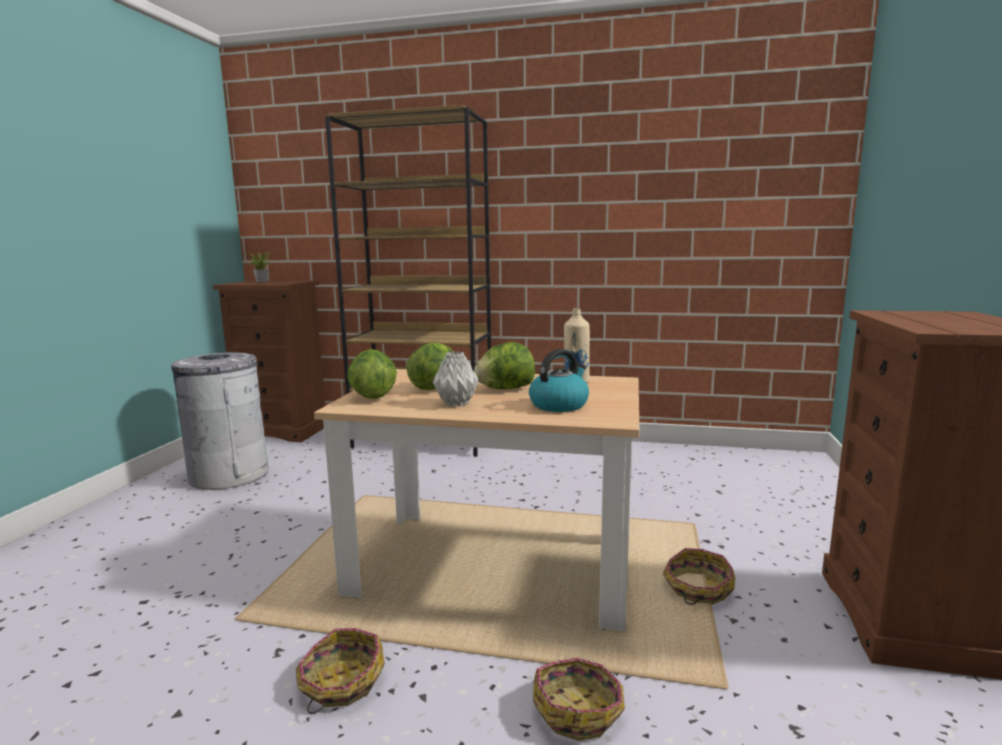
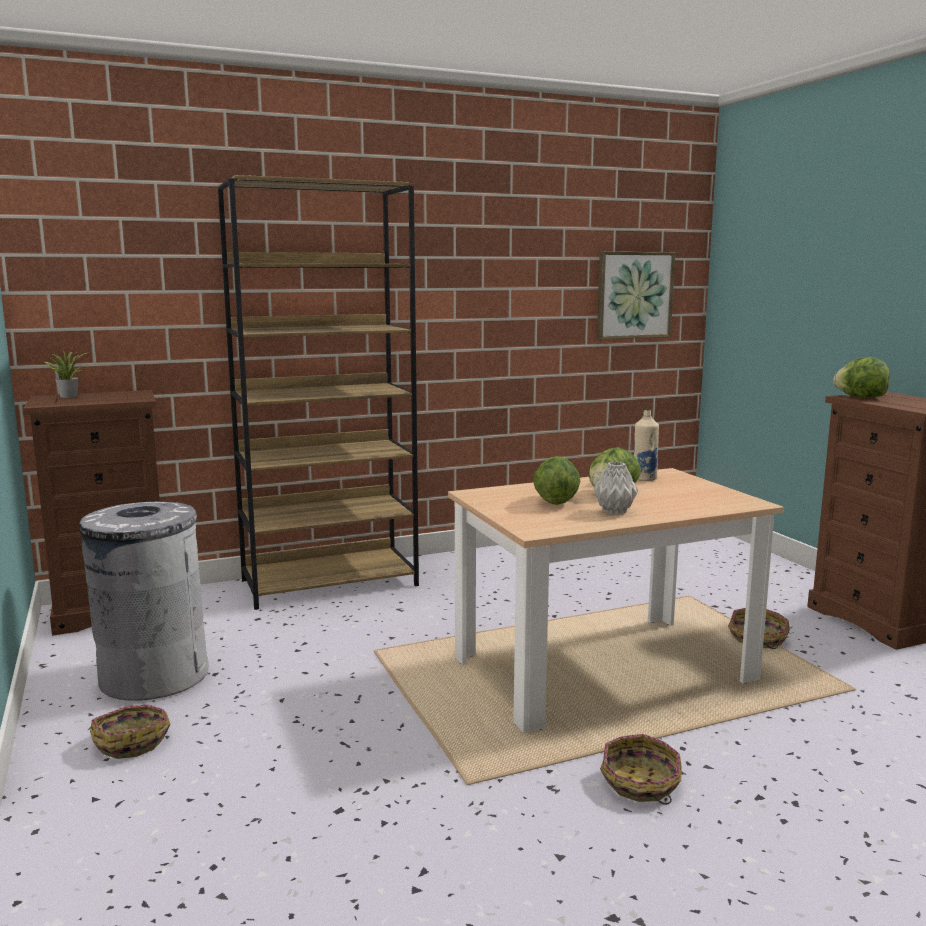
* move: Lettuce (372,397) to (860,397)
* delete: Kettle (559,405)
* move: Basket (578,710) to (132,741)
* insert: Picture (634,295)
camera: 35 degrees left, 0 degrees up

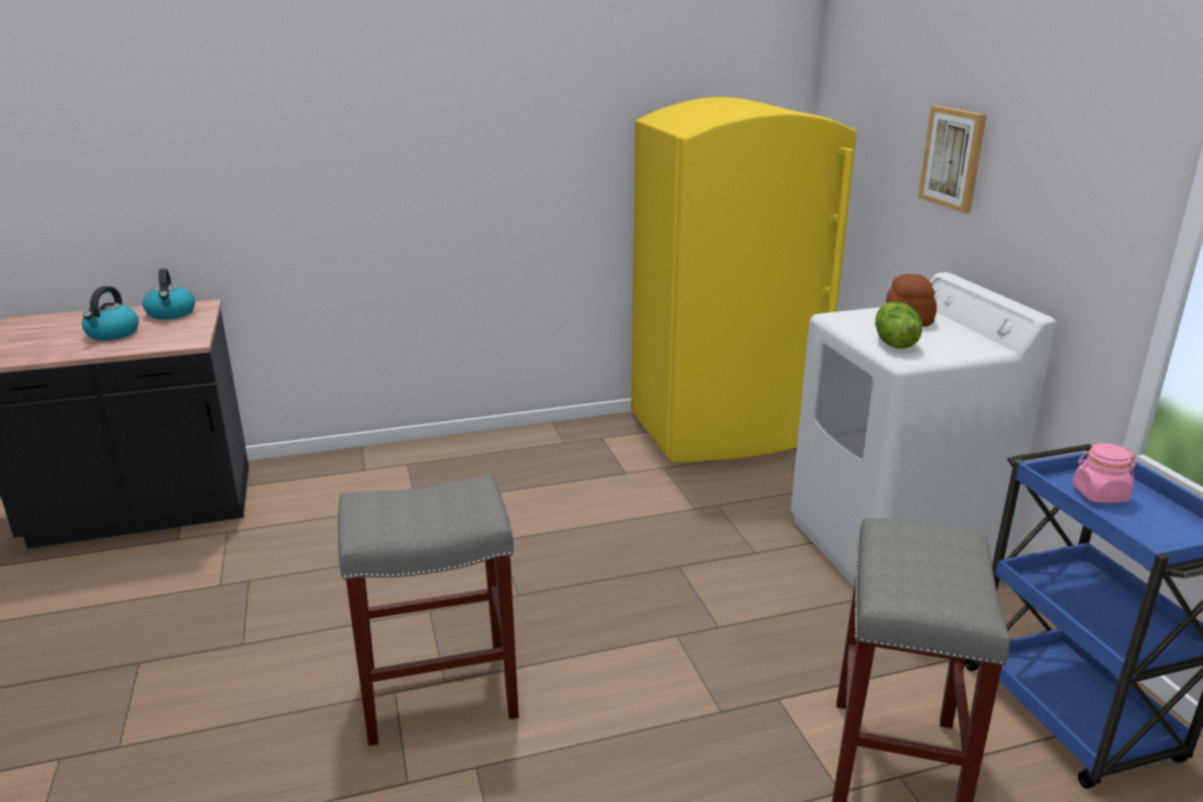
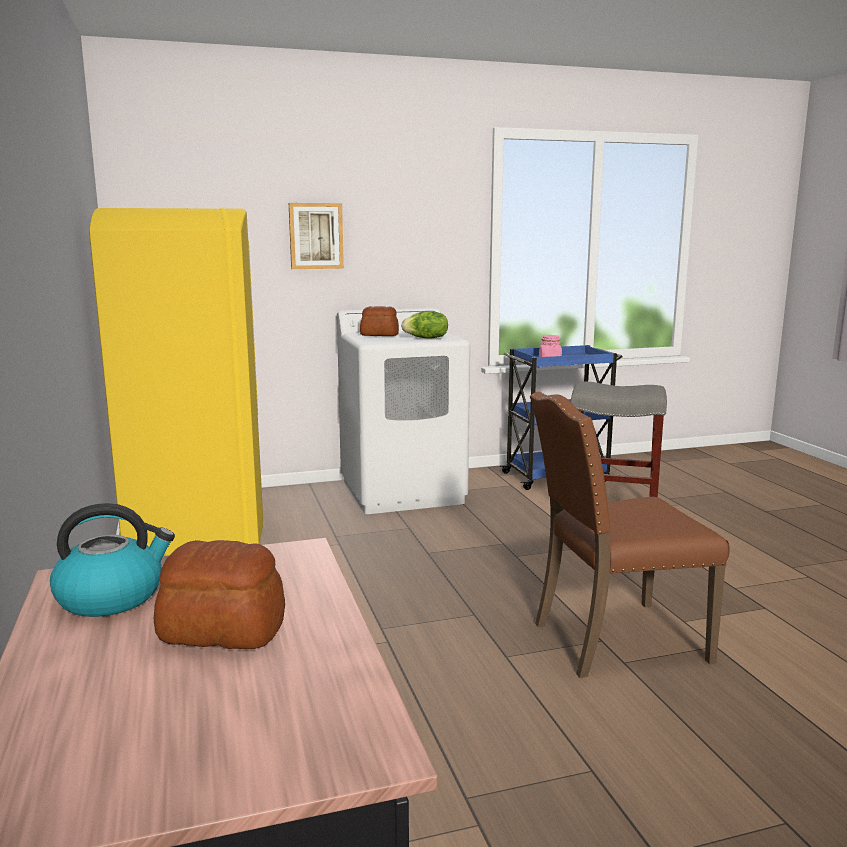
* replace: Kettle (112,334) to Bread (222,629)
* replace: GreyStool (441,692) to BrownChair (614,640)
camera: 90 degrees left, 10 degrees down

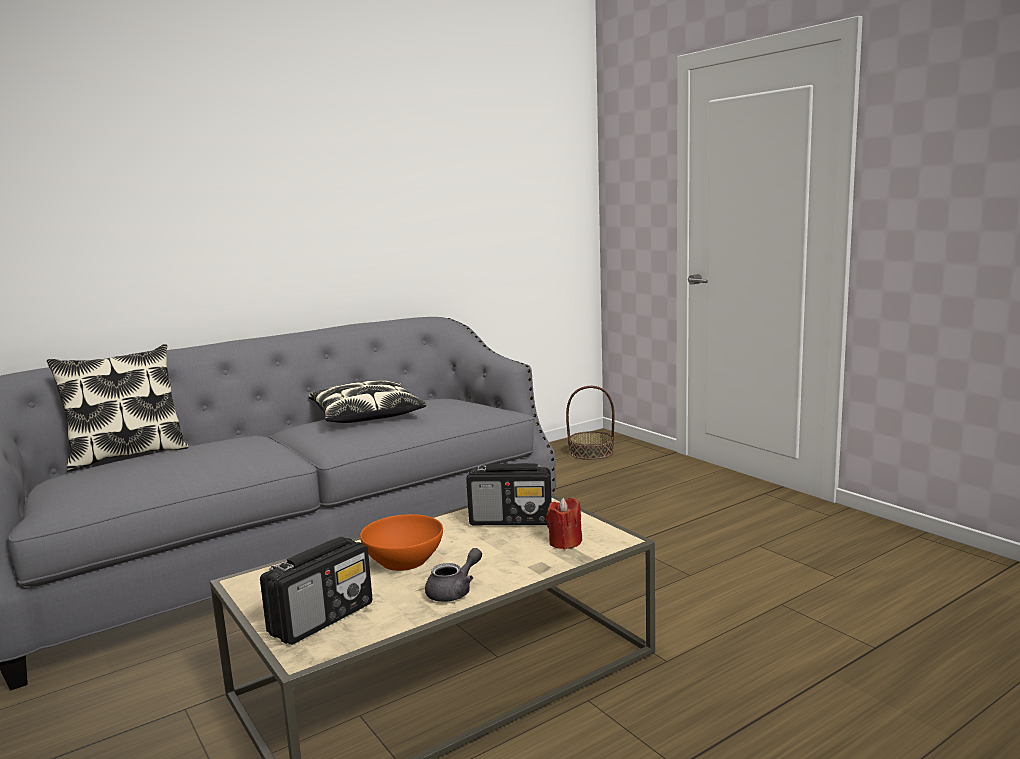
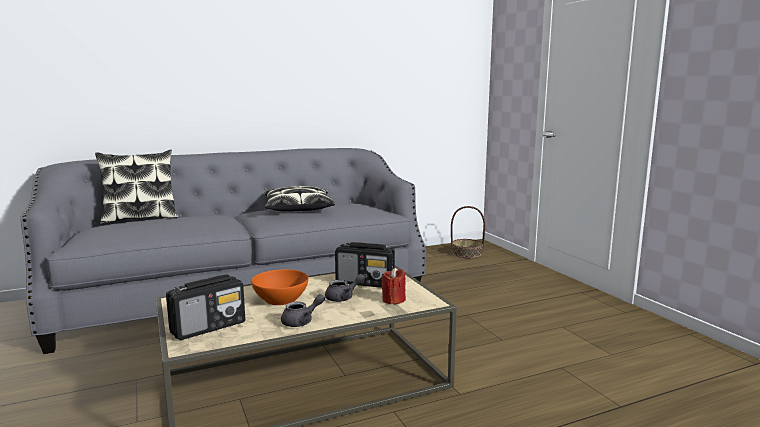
* insert: GreyTeapot (343,298)
camera: 10 degrees right, 0 degrees up

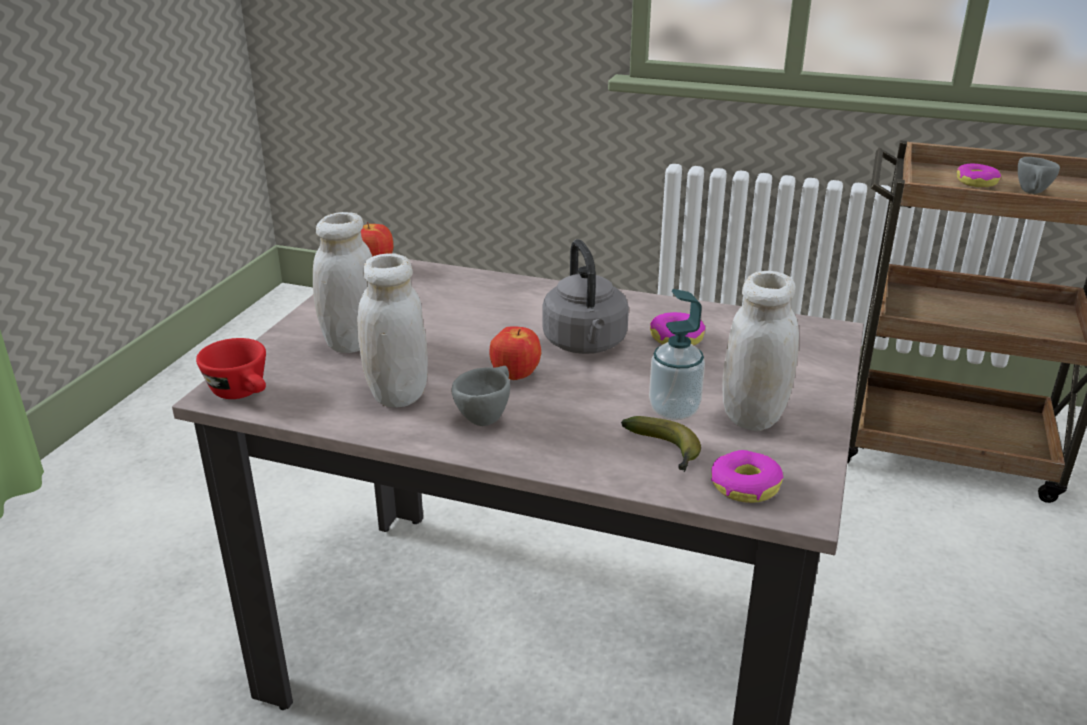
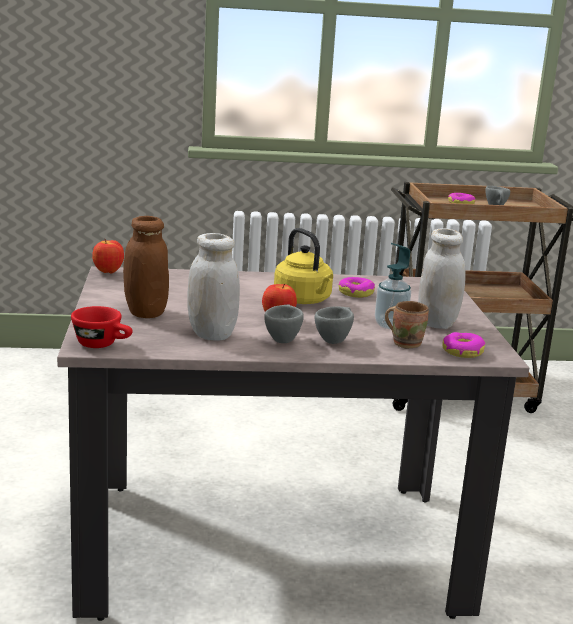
* recolor: WhiteJar (351,342) to BrownJar (146,313)
* recolor: GreyKettle (586,344) to YellowKettle (304,301)
* replace: Banana (666,452) to BrownMug (405,343)
* insert: GreyCup (334,340)
camera: 25 degrees left, 10 degrees down

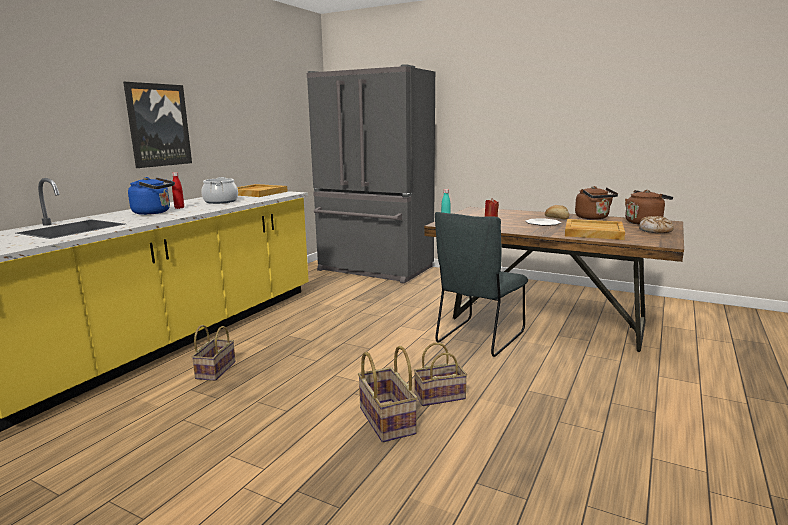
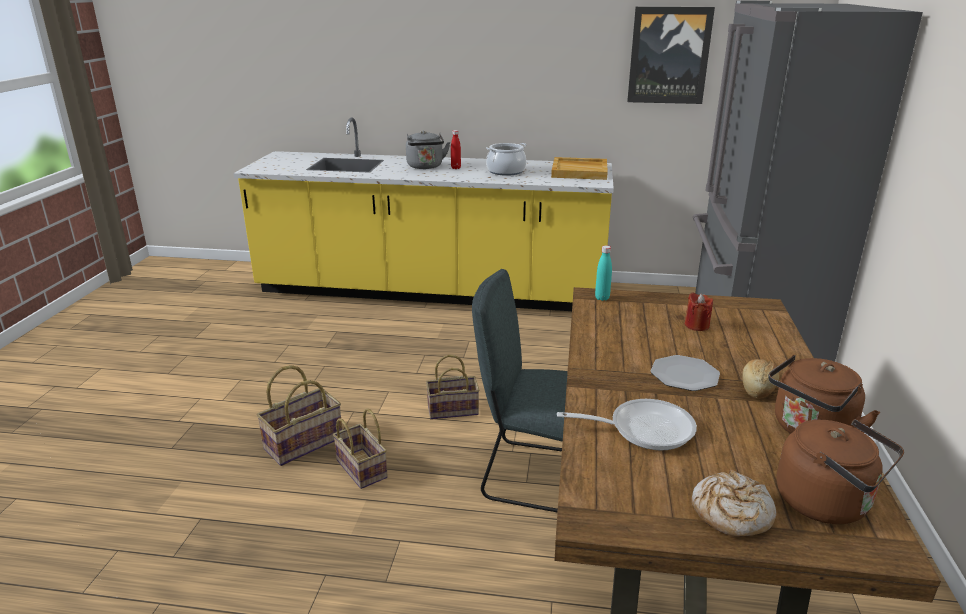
* move: Picture (158,125) to (669,55)
* recolor: BlueKettle (154,212) to GreyKettle (425,167)
* move: Basket (215,369) to (454,409)
* replace: BeigeTray (593,232) to FryingPan (643,429)
camera: 70 degrees right, 10 degrees up

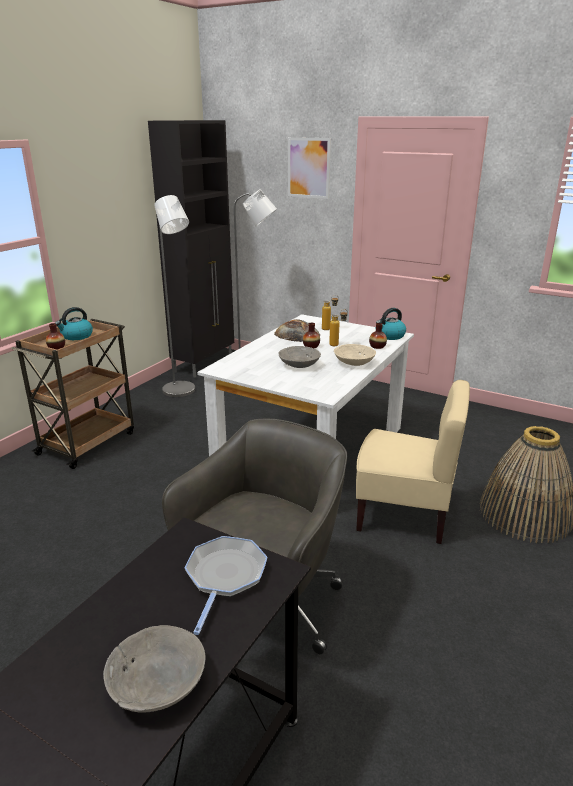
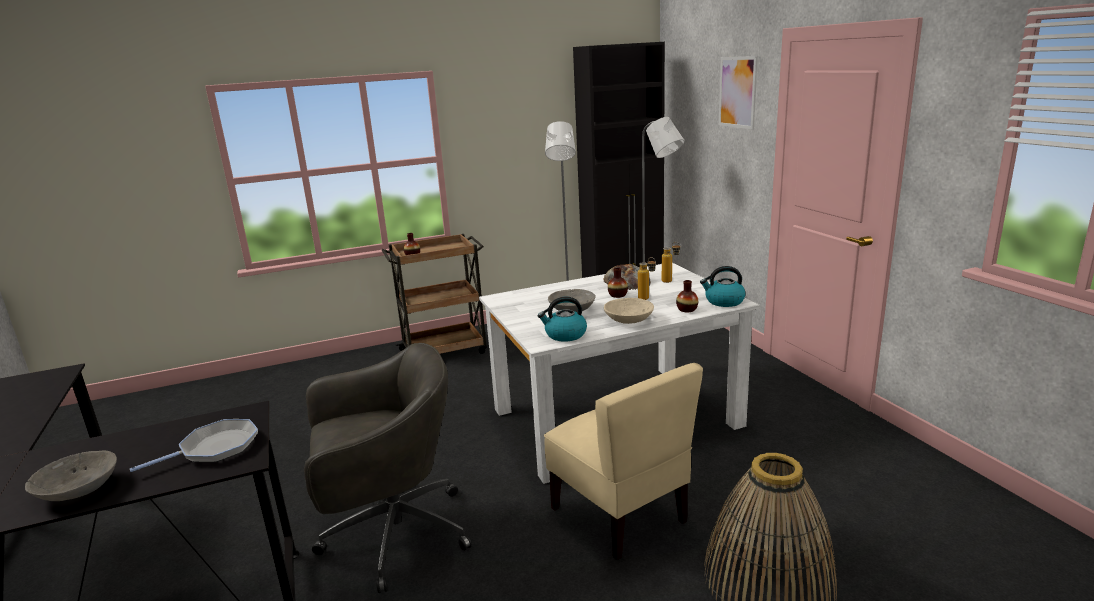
* move: Kettle (76,336) to (565,335)
camera: 40 degrees right, 5 degrees down

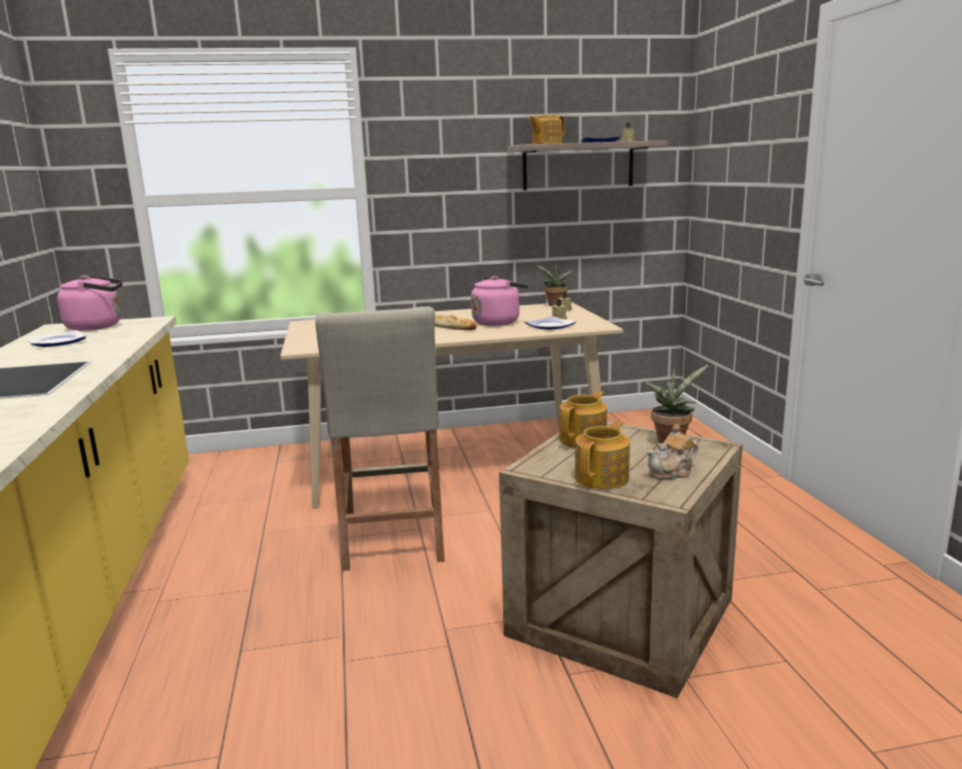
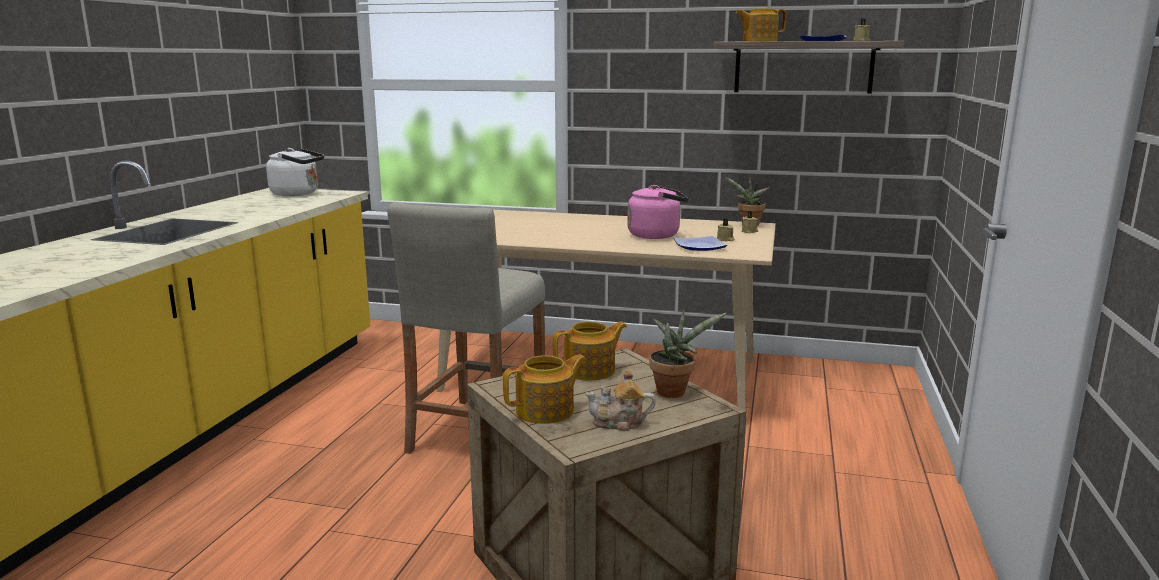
* delete: Plate (57,343)
* recolor: PinkKettle (98,326) to WhiteKettle (298,194)
* delete: Bread (451,327)
camera: 25 degrees right, 0 degrees up

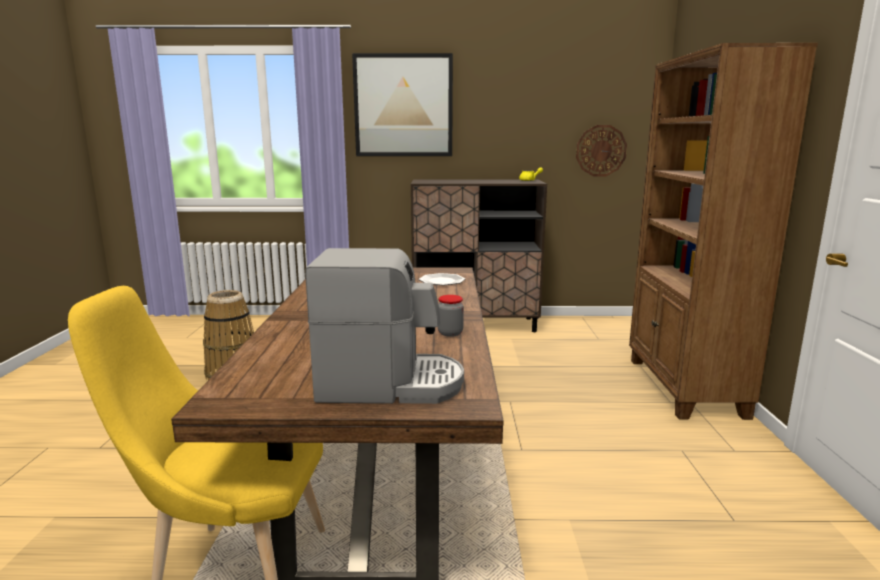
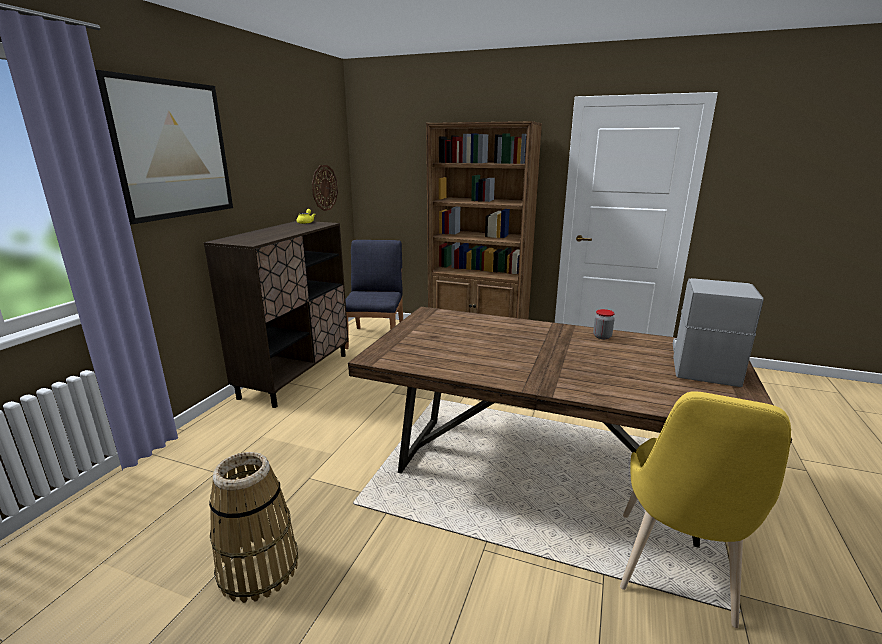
* delete: Plate (442,281)
* insert: BlueChair (376,338)
camera: 70 degrees left, 5 degrees up

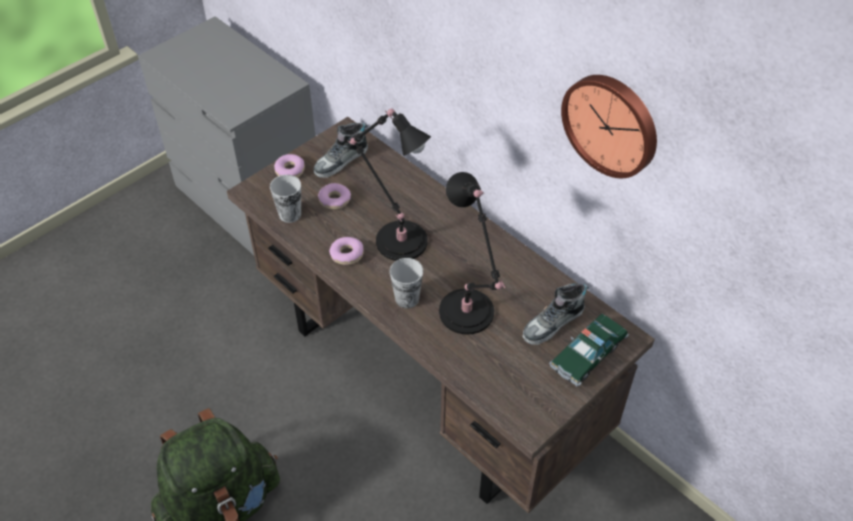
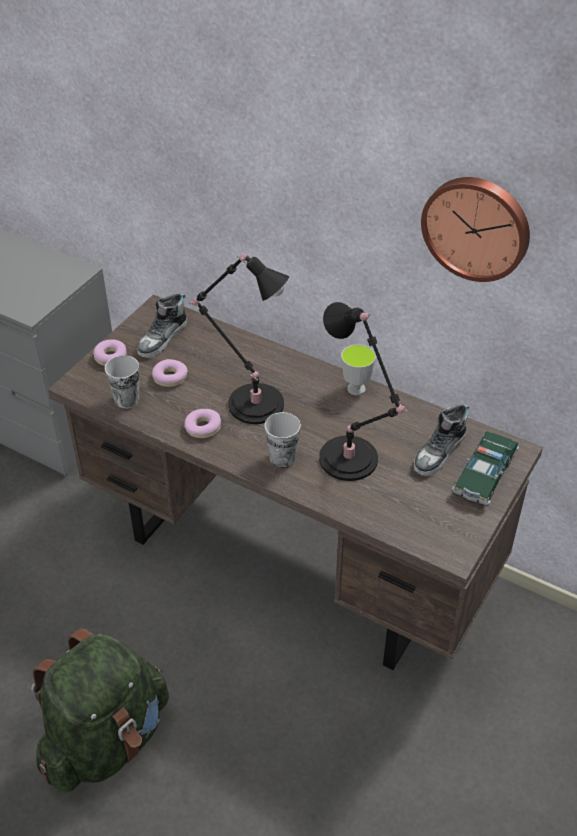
* insert: Cup (356,389)
camera: 15 degrees left, 5 degrees down

